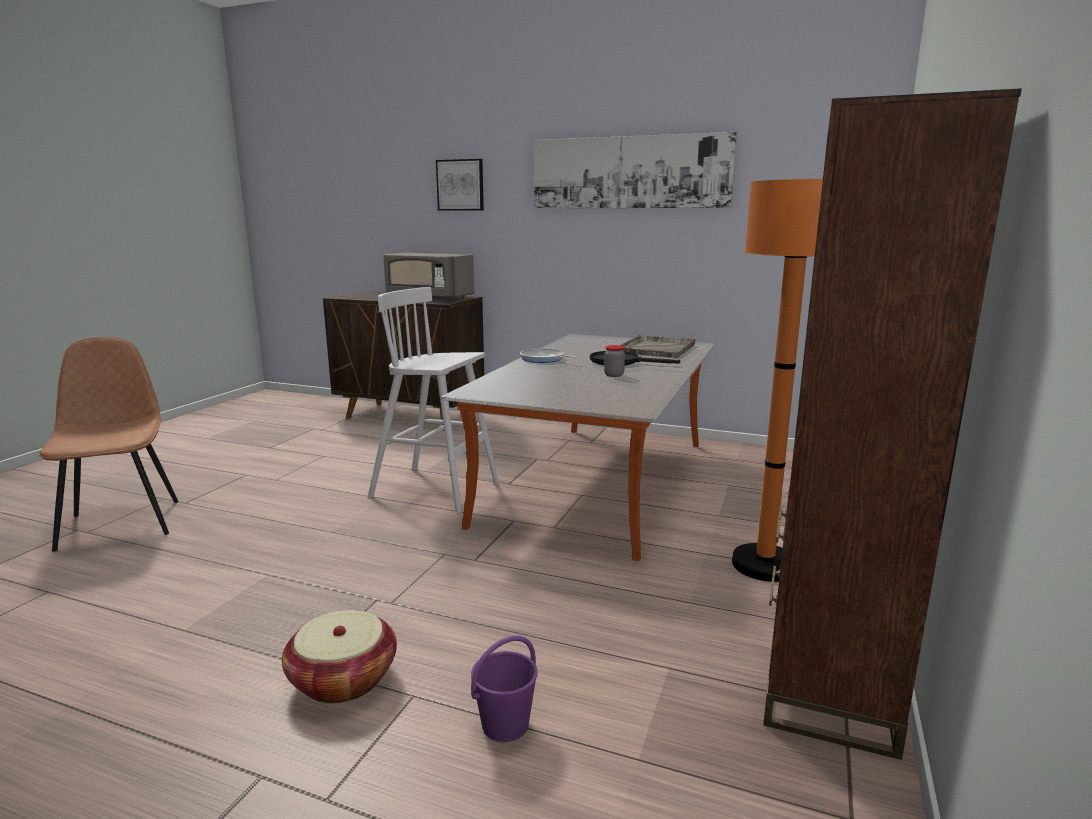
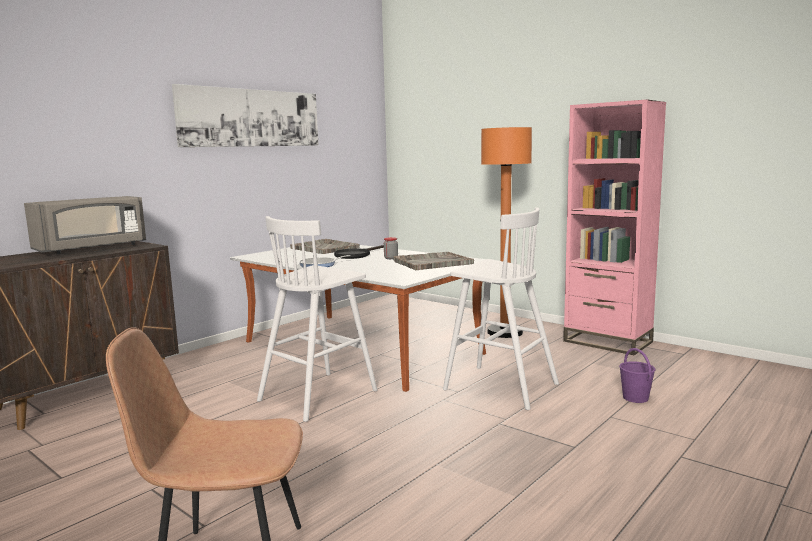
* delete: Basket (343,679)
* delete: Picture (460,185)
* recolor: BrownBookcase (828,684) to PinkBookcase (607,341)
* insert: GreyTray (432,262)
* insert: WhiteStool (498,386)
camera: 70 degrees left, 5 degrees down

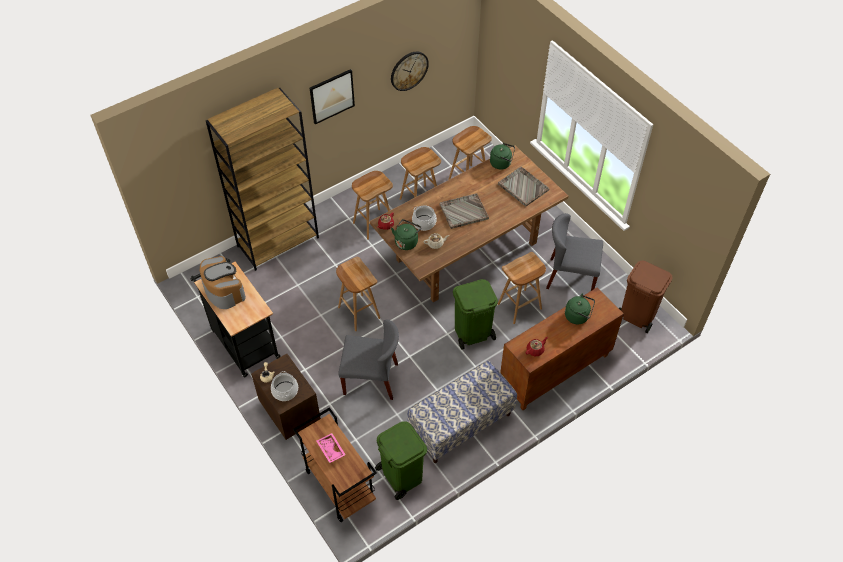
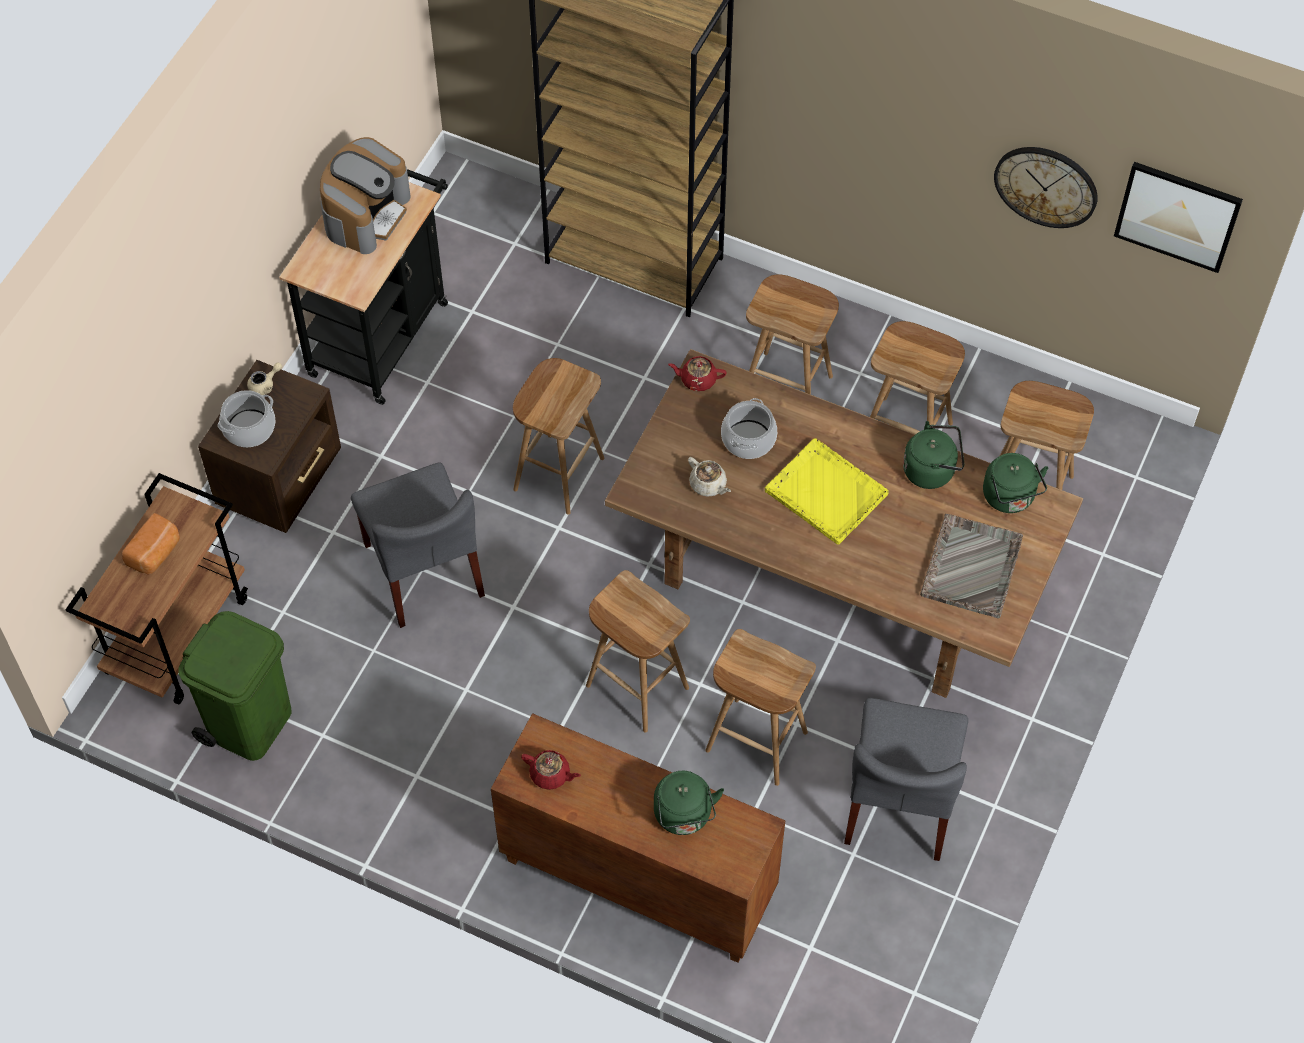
* move: Picture (332,96) to (1177,216)
* replace: PinkTray (330,450) to Bread (156,553)
* move: GreenKettle (406,241) to (932,470)
* delete: Bench (461,424)
* recolor: GreyTray (463,212) to YellowTray (825,492)
* replace: GreenTrashCan (472,332) to BrownStool (635,686)
* rotate: GreyChair (570,277) = (899,803) 150 degrees counterclockwise
* delete: BrownTrashCan (637,315)
camera: 60 degrees right, 5 degrees up

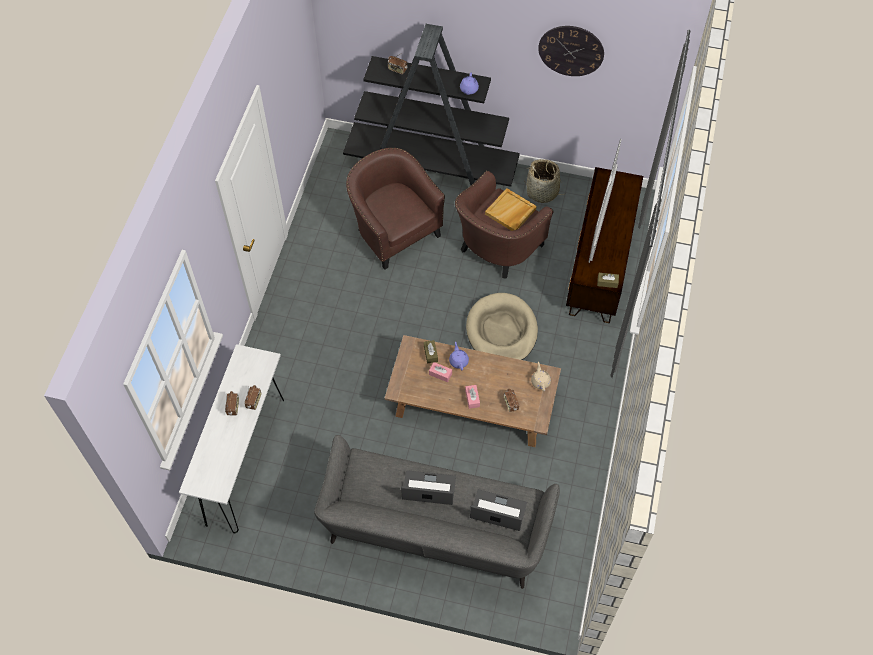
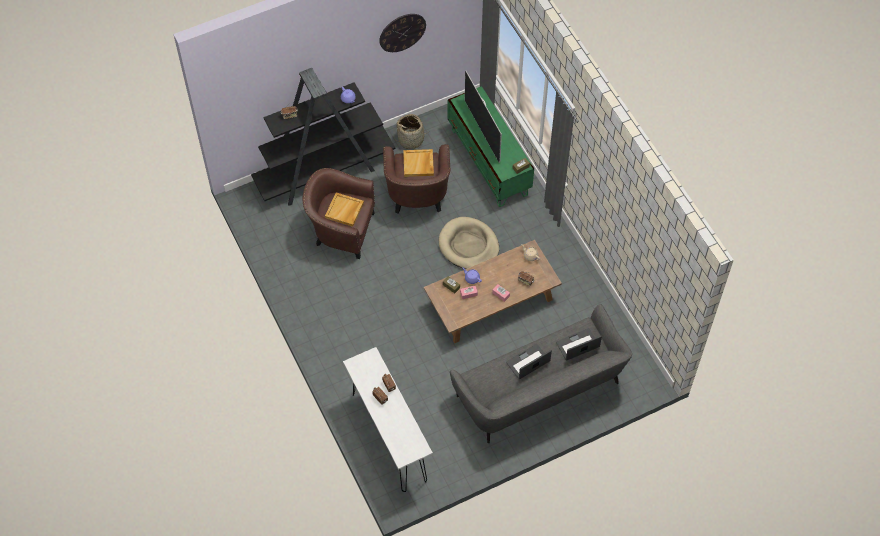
* recolor: BrownTvStand (599,264) to GreenTvStand (488,162)
* insert: BeigeTray (344,210)
camera: 40 degrees left, 0 degrees up

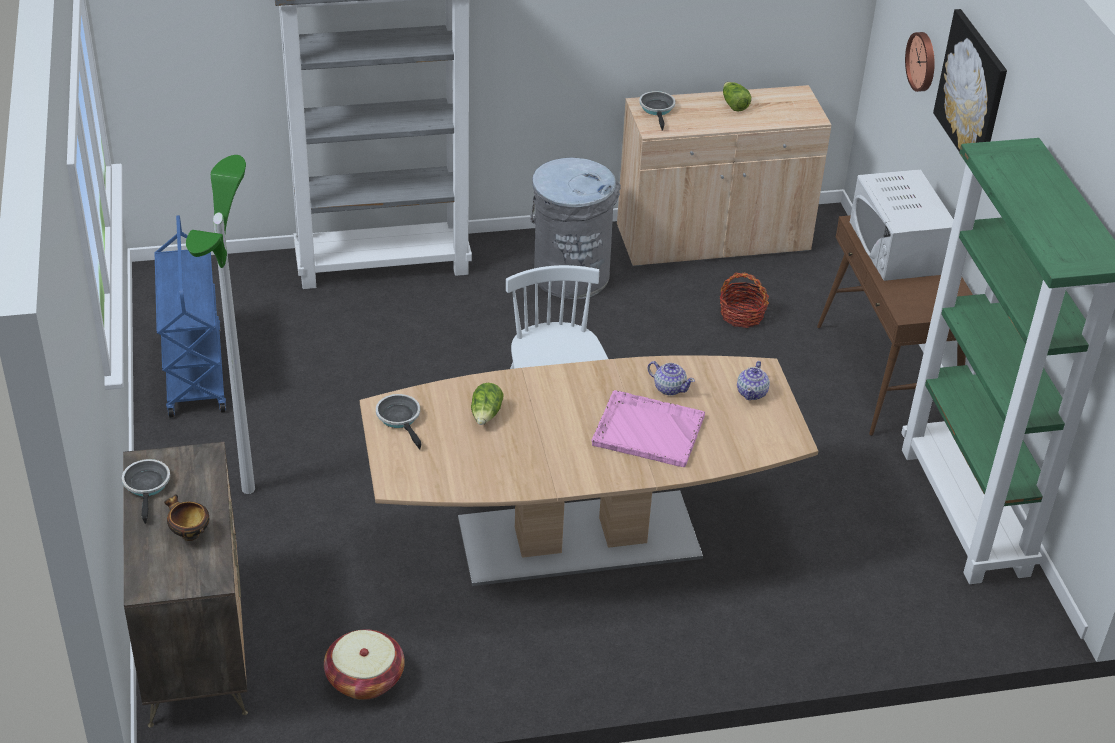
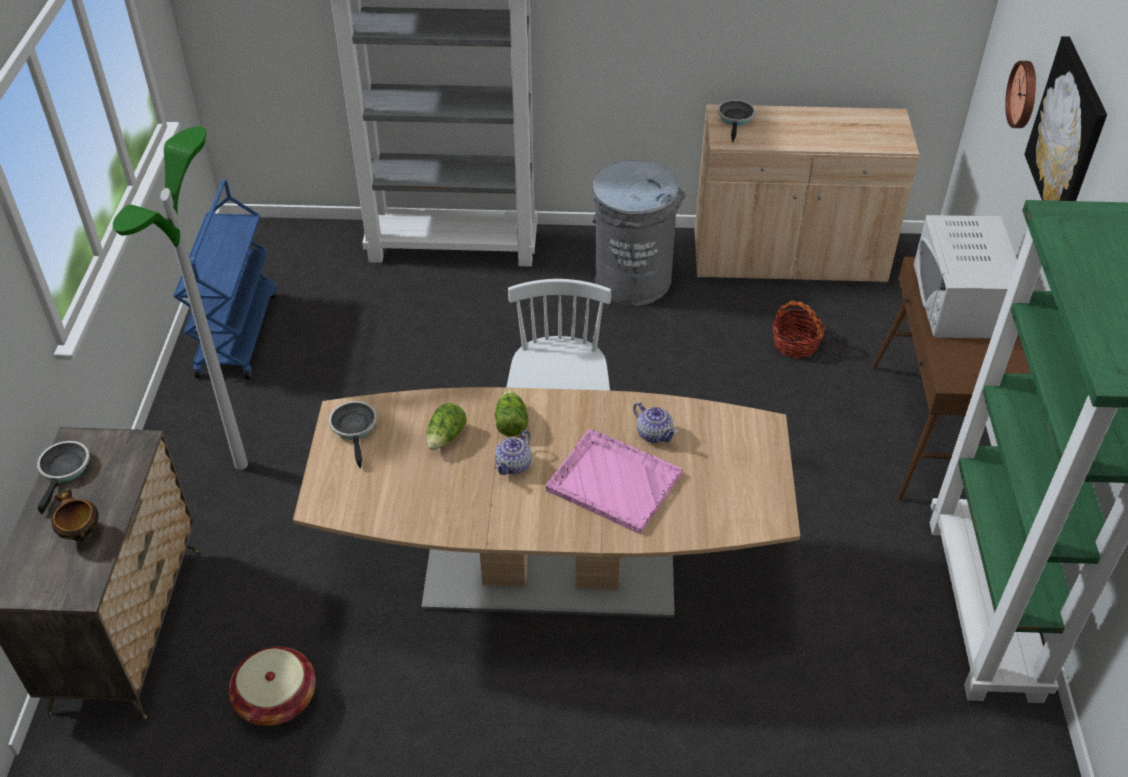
* move: Lettuce (734,104) to (510,423)
* move: Teapot (752,393) to (514,465)
camera: 15 degrees right, 5 degrees up

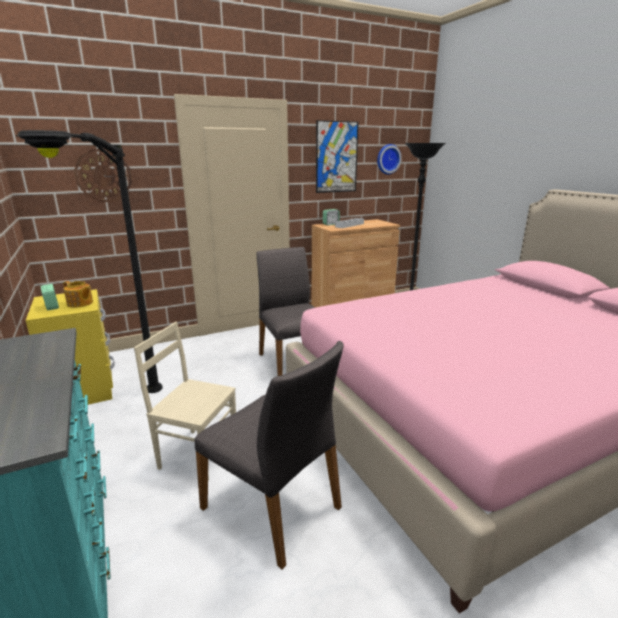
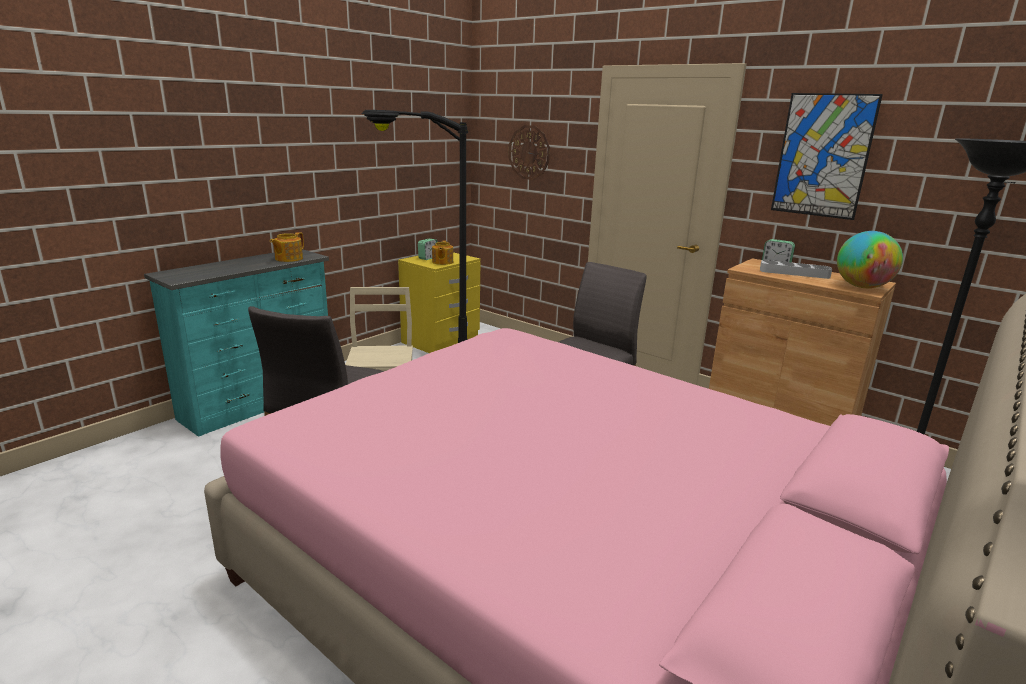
* delete: WallClock (387,159)
* insert: Teapot (288,259)
* insert: Globe (862,287)
camera: 65 degrees right, 0 degrees up

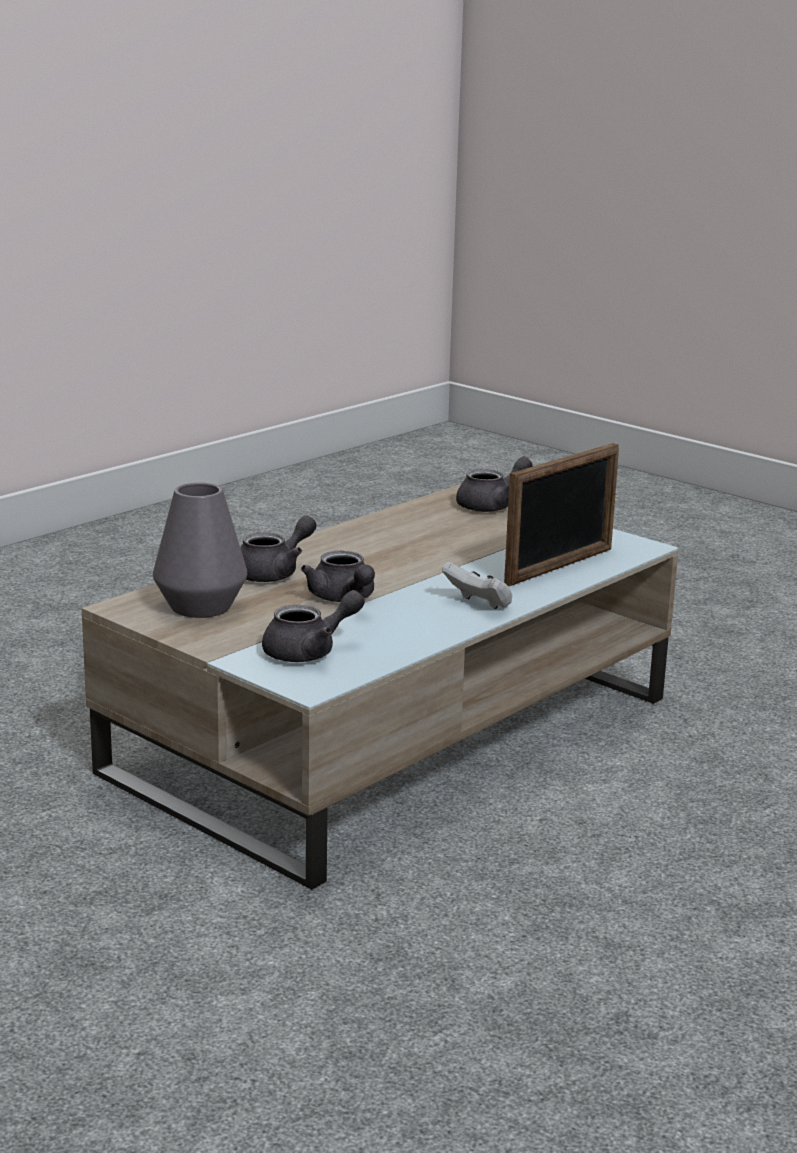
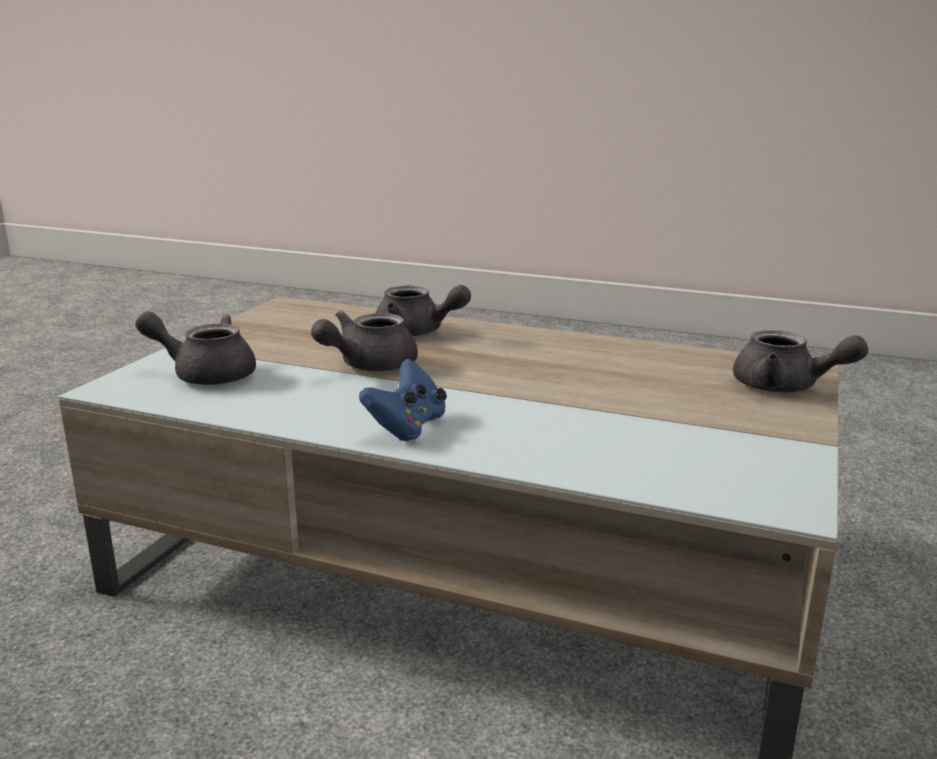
* delete: GreyVase (201,606)
* rotate: GreyTeapot (310,651) = (205,374) 150 degrees clockwise
* recolor: WhiteGameController (479,604) to BlueGameController (407,427)
* delete: PictureFrame (560,566)
camera: 70 degrees right, 0 degrees up

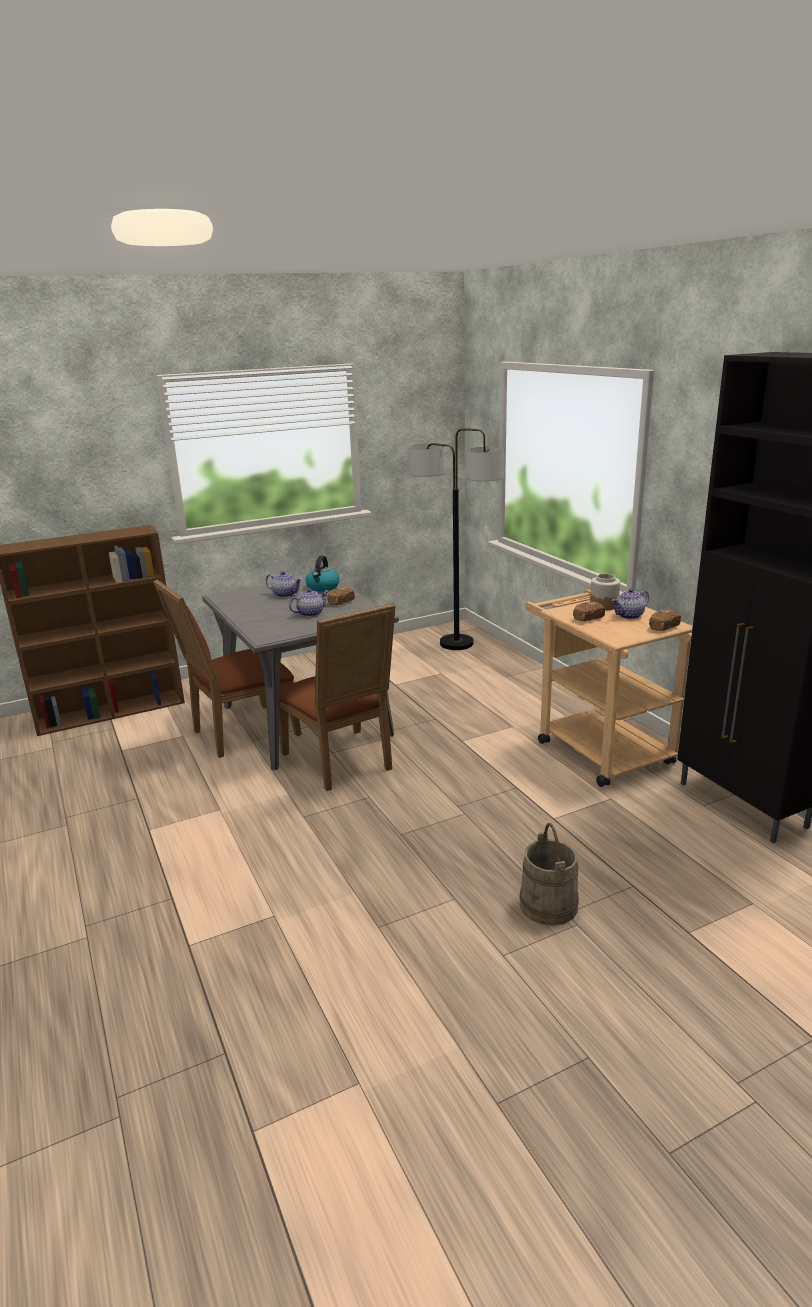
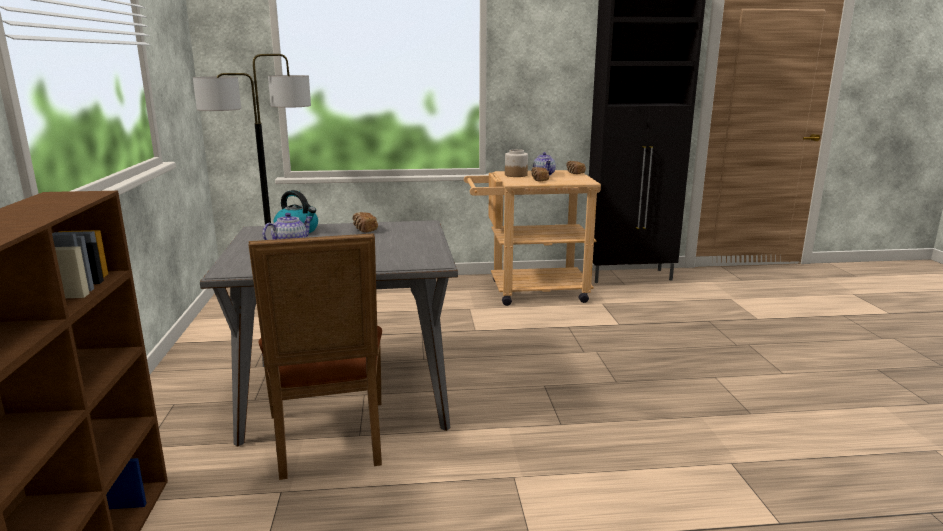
* delete: BrownChair (342,763)
* delete: Teapot (310,613)
* delete: BeigeBucket (549,905)
camera: 70 degrees left, 5 degrees down

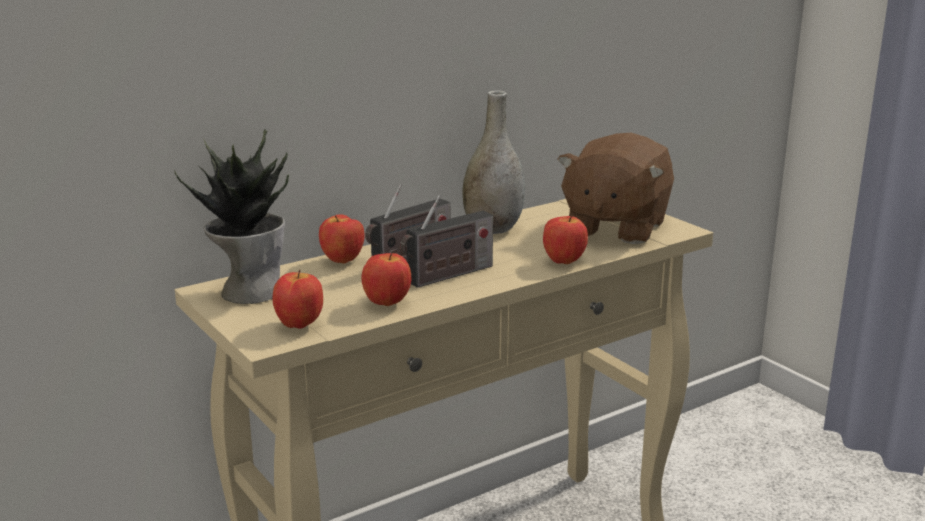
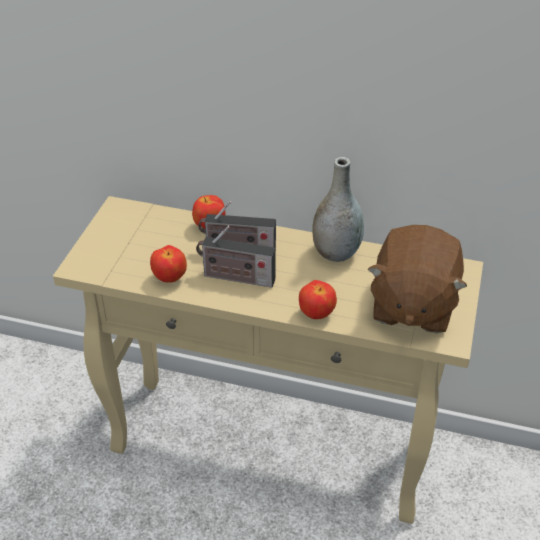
* delete: PottedPlant (250,291)
* delete: Apple (298,325)
* rotate: BrownPlushToy (614,227) = (412,305) 60 degrees counterclockwise
camera: 50 degrees right, 20 degrees up

